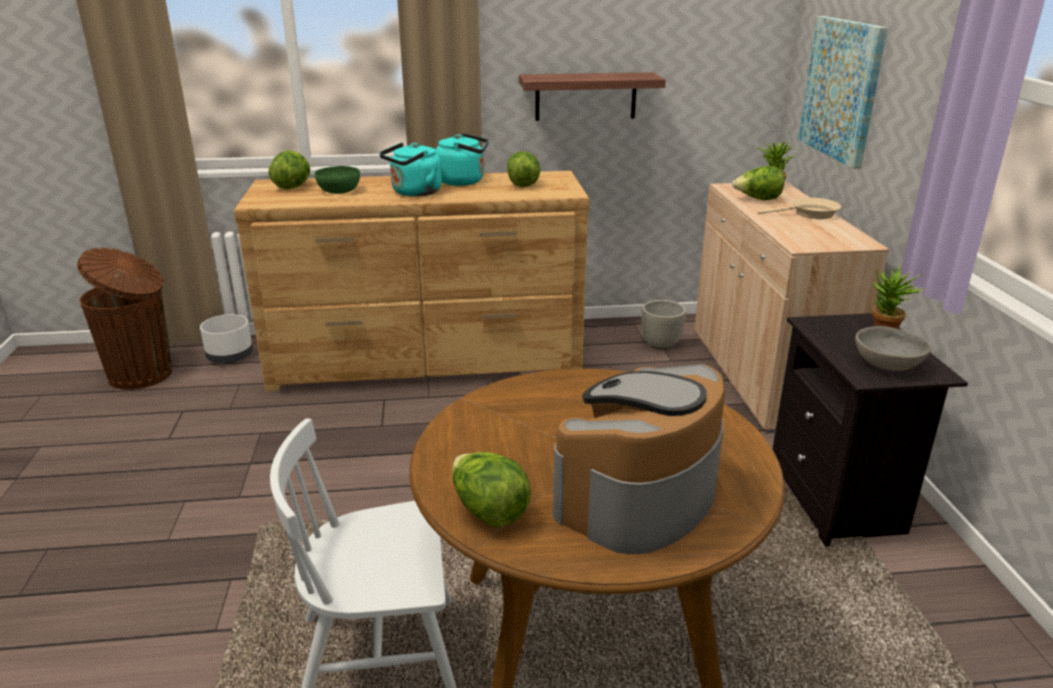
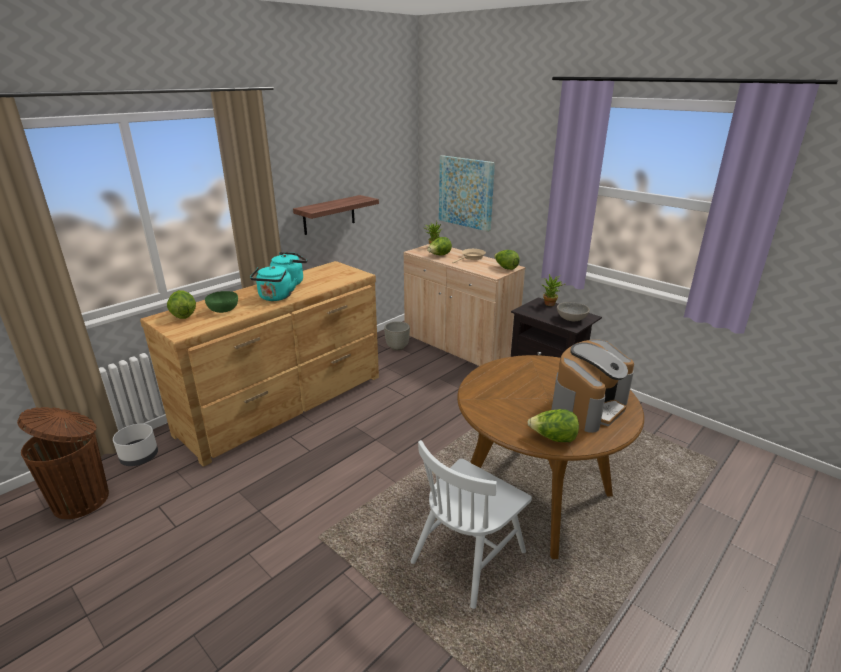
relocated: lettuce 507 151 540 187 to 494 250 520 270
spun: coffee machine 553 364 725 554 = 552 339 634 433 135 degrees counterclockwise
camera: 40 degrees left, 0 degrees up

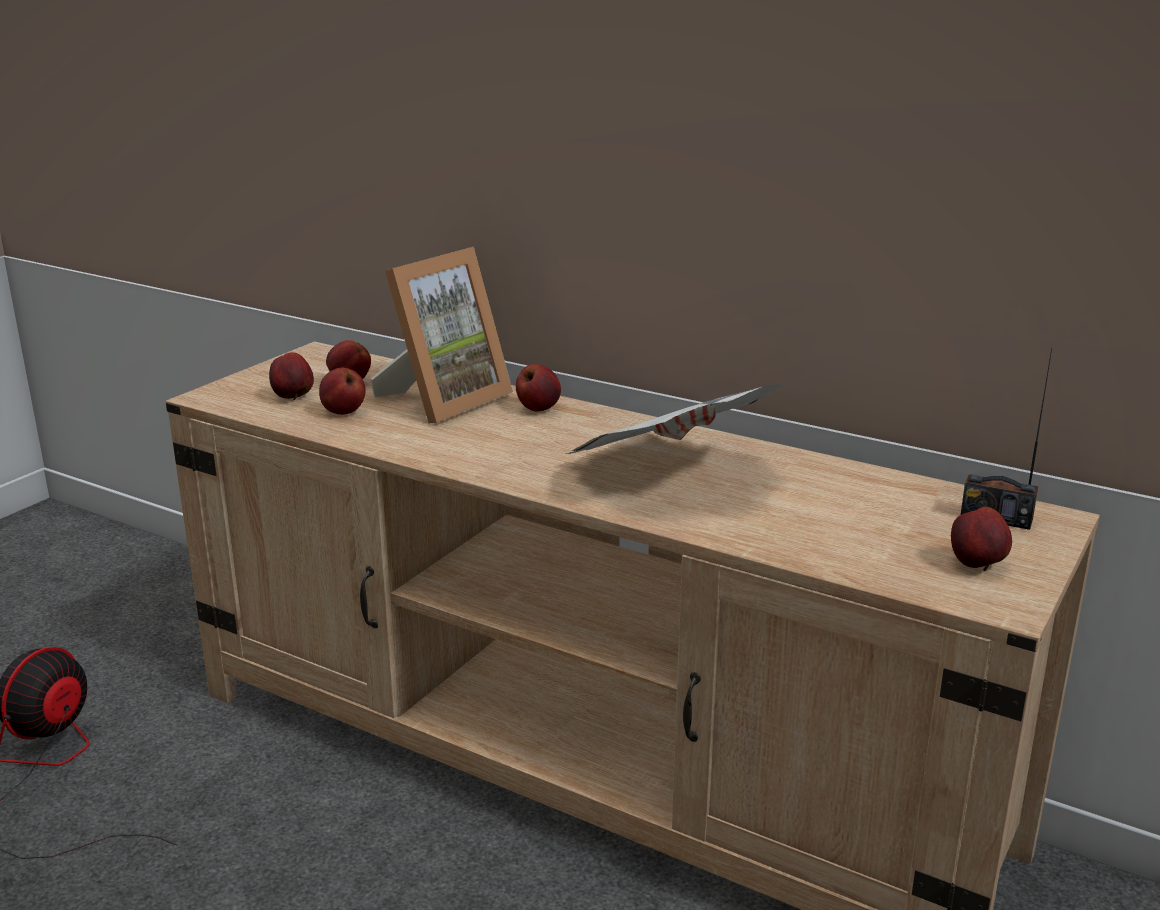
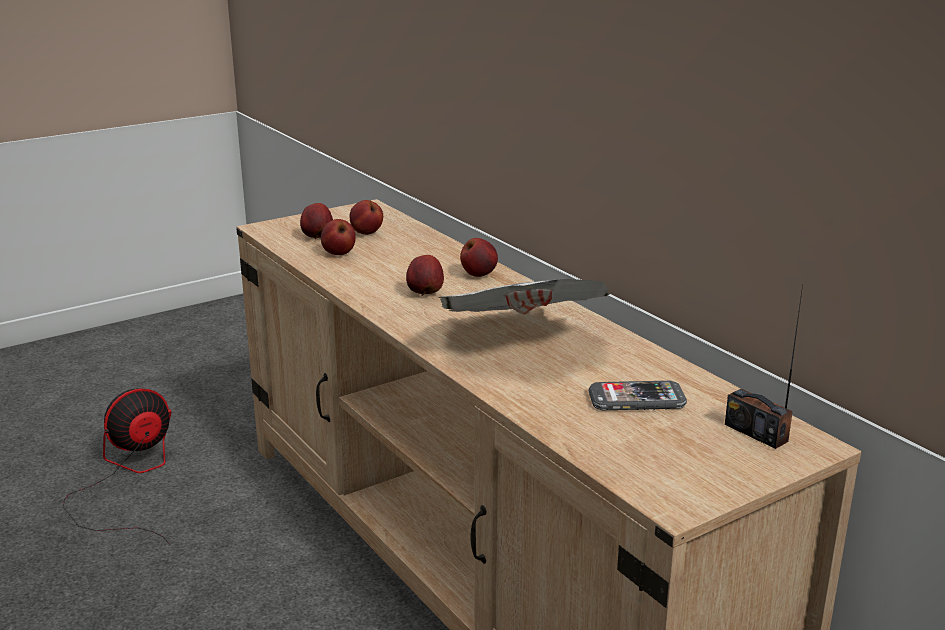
missing: picture frame 370 247 513 423
appeared: phone 588 381 687 411
relocated: apple 951 507 1012 571 to 406 255 444 296
camera: 25 degrees right, 0 degrees up

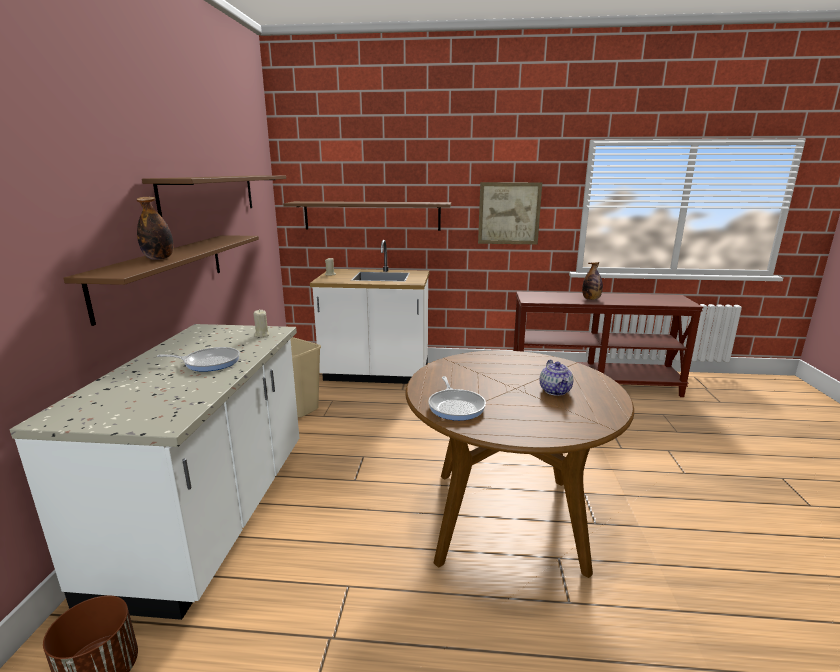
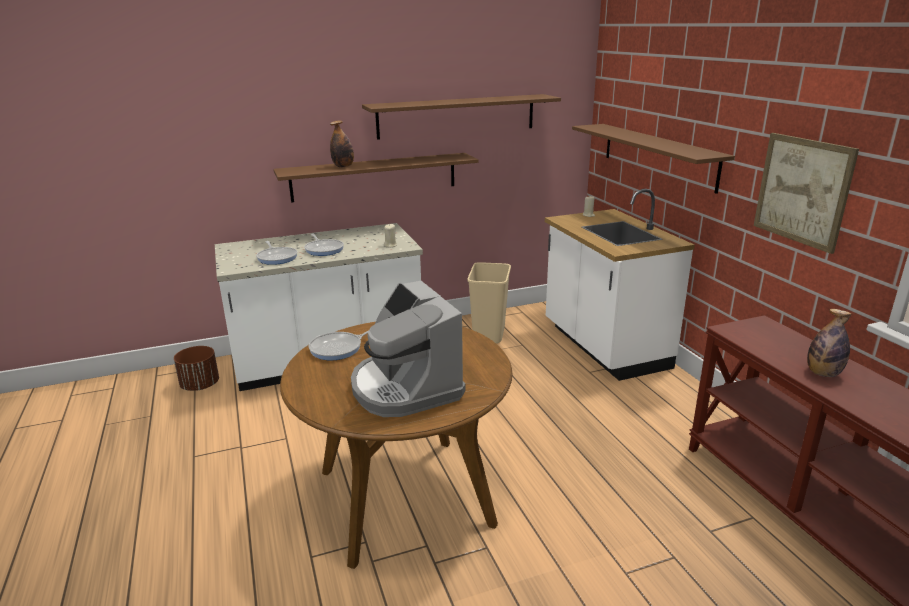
appeared: frying pan 256 241 297 265
exchanged: teapot 540 360 573 396 to coffee machine 351 281 466 417
camera: 65 degrees right, 5 degrees up

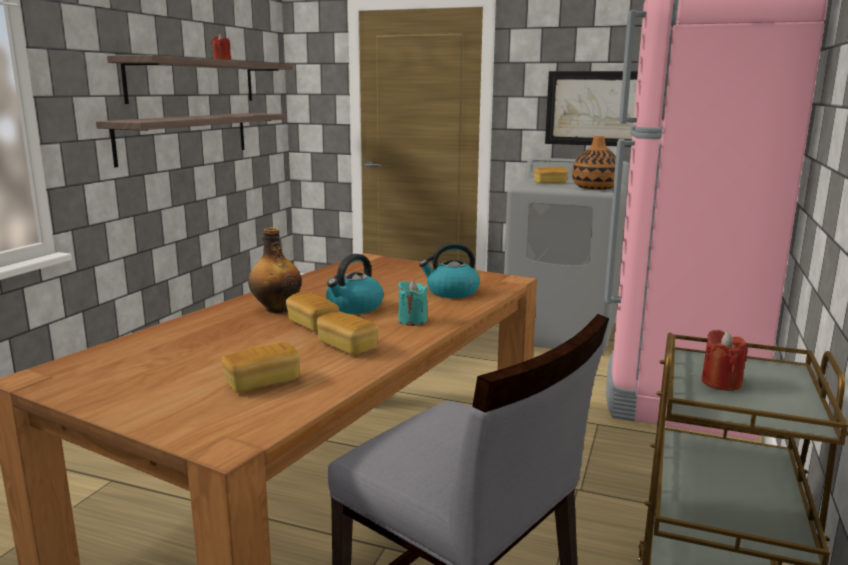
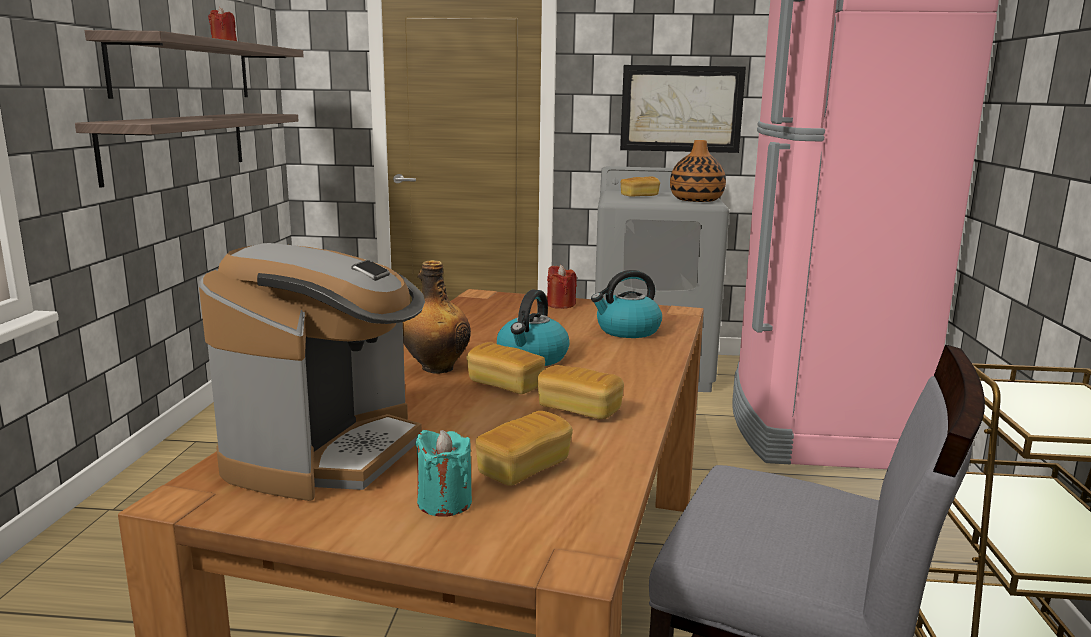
appeared: coffee machine 199 243 425 501
relocated: turquoise candle 398 280 427 326 to 415 430 472 517; red candle 702 330 748 391 to 547 265 577 309
camera: 15 degrees left, 0 degrees up

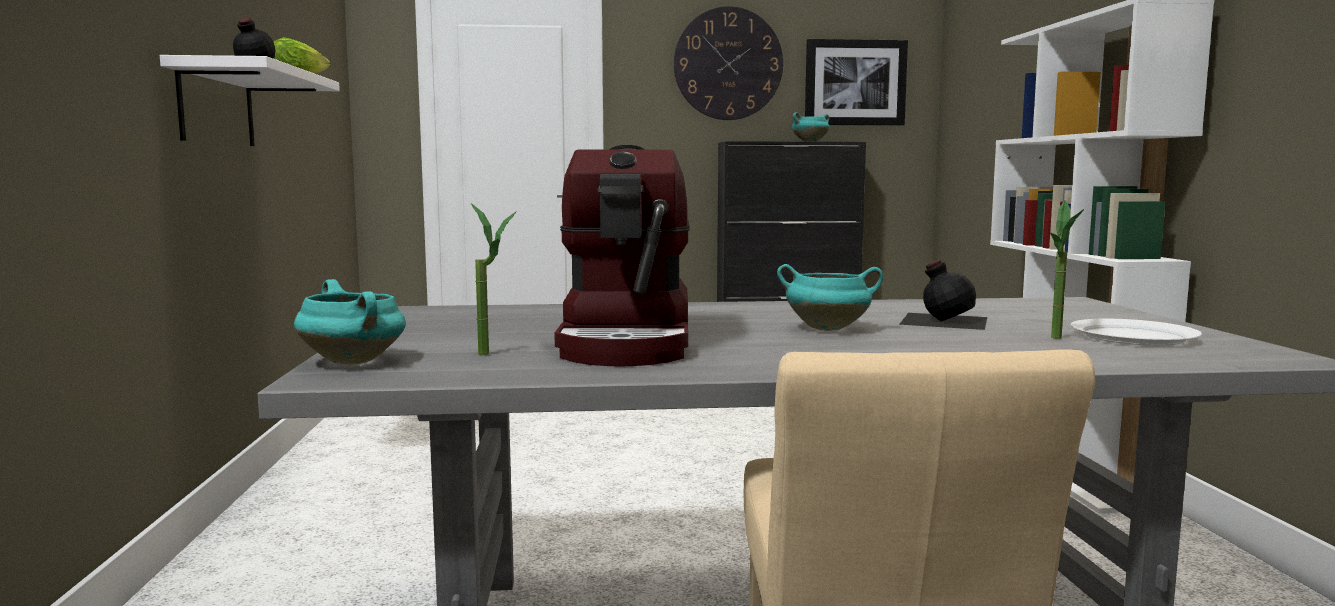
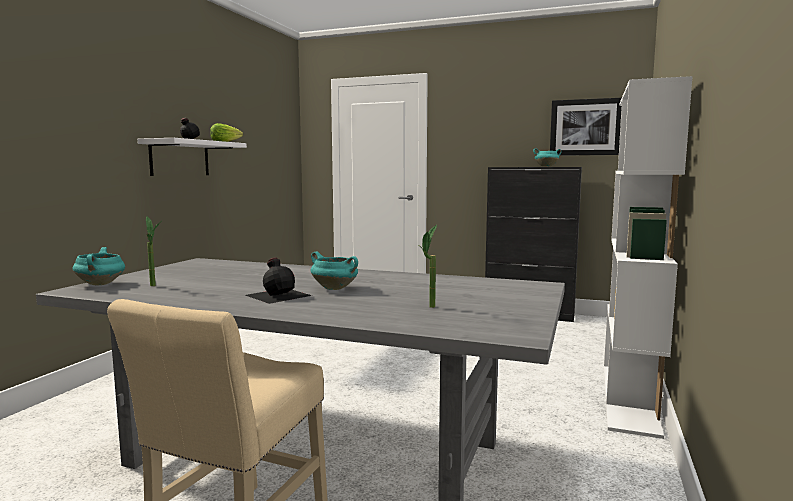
missing: wall clock 674 6 783 120; coffee machine 554 145 690 367; white plate 1070 319 1202 346
relocated: black bottle 899 259 988 330 to 245 257 312 304
camera: 25 degrees right, 0 degrees up

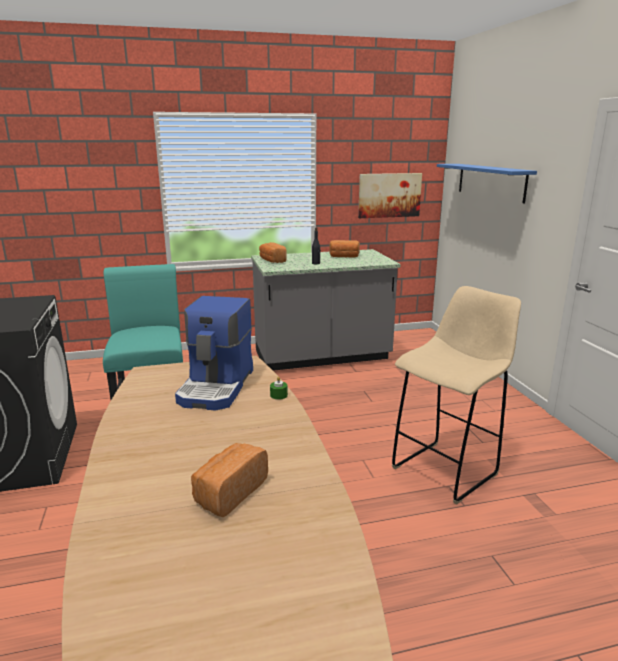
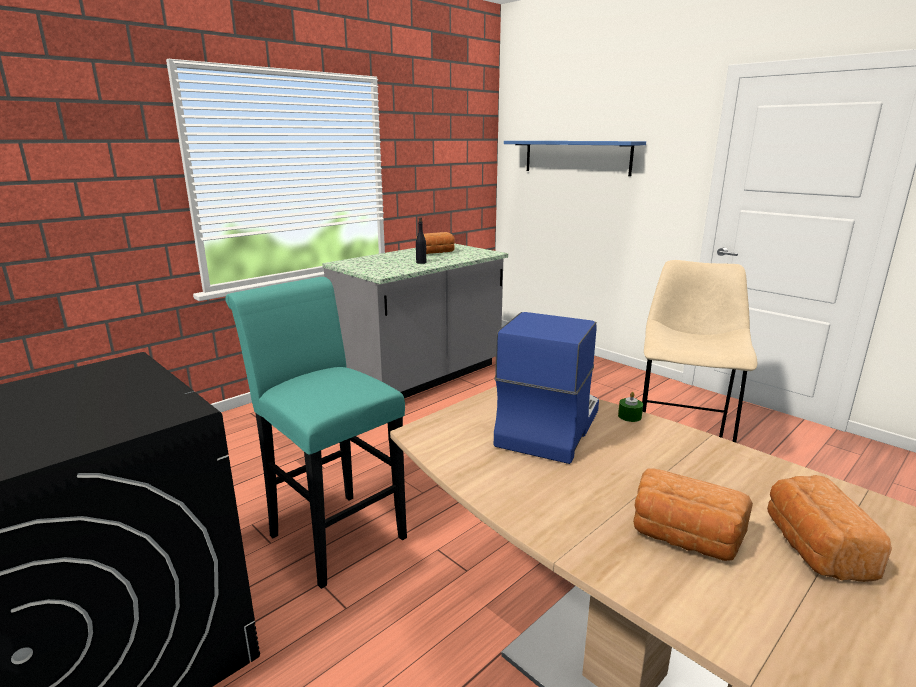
missing: picture 358 173 422 218
relocated: bread 259 242 287 263 to 633 468 753 561
spun: coffee machine 175 296 253 411 = 494 312 599 464 135 degrees counterclockwise
camera: 30 degrees left, 0 degrees up

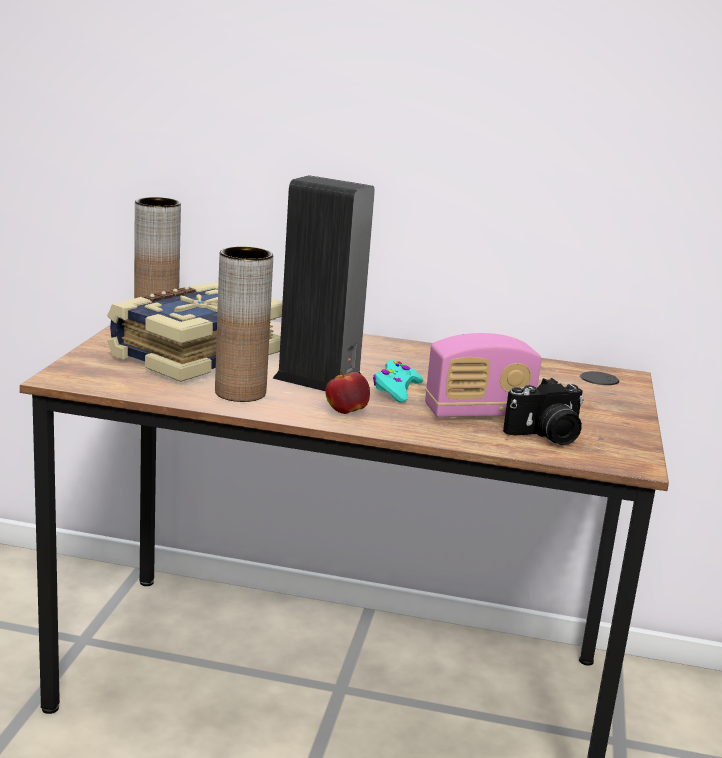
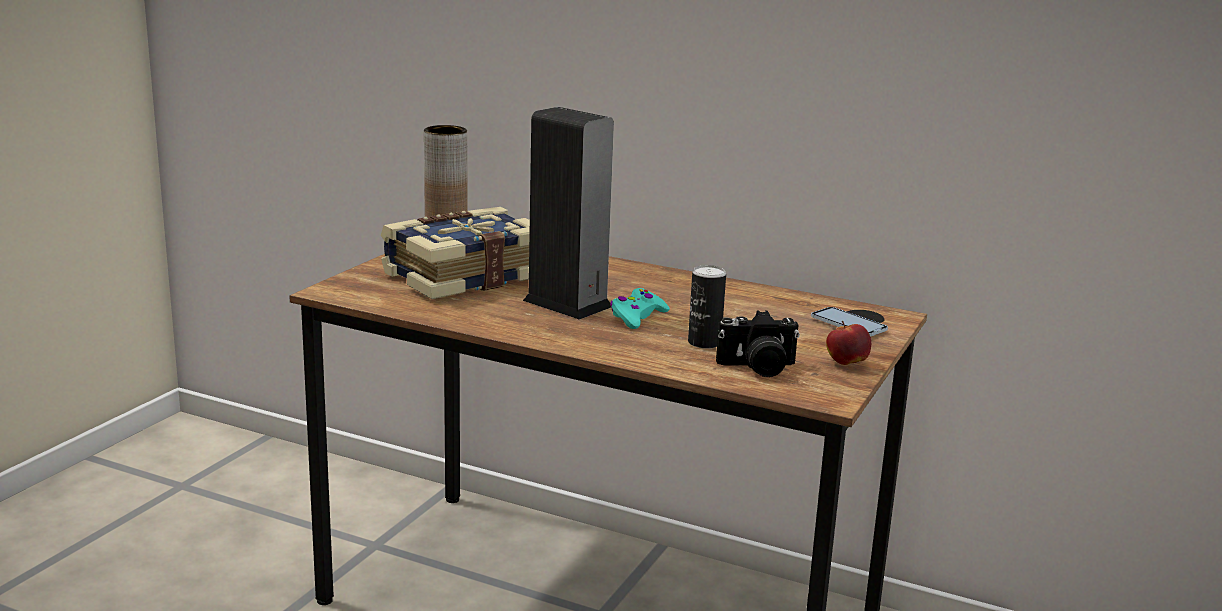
missing: brown vase 215 247 273 402
appeared: phone 811 307 888 337
relocated: apple 325 370 370 414 to 826 321 871 365
exchanged: radio 425 333 542 418 to can 688 265 726 349
camera: 15 degrees right, 0 degrees up

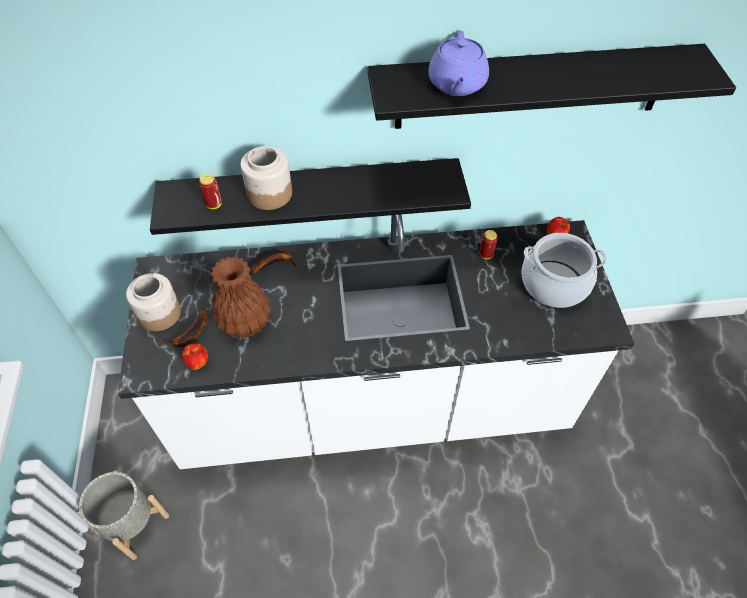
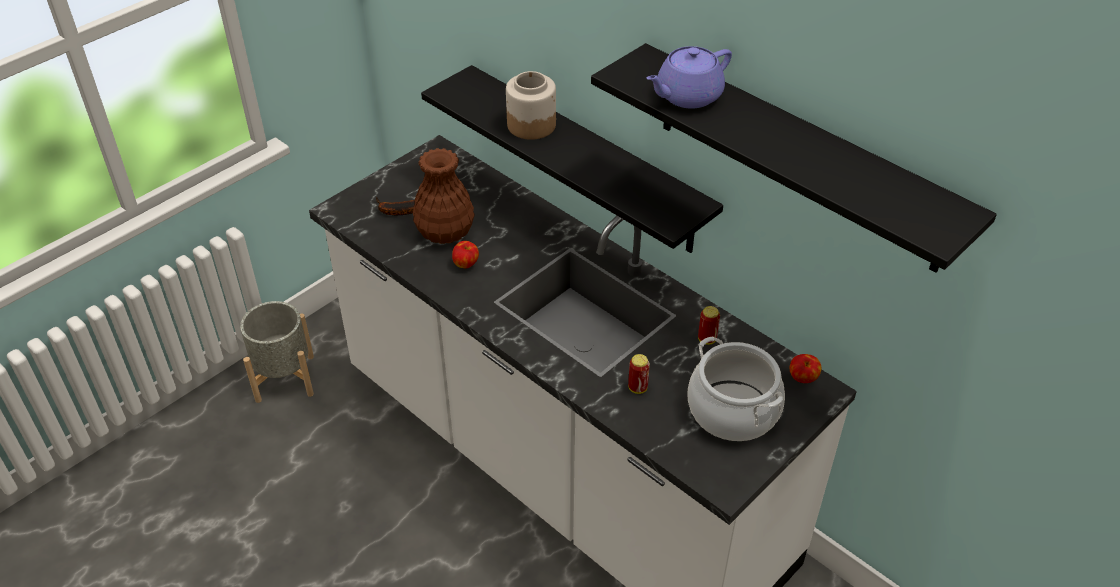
missing: banana 250 251 298 275; jar 126 273 181 331
relocated: can 199 174 222 209 to 628 354 650 394; apple 182 343 208 370 to 452 241 479 268
camera: 50 degrees right, 10 degrees down

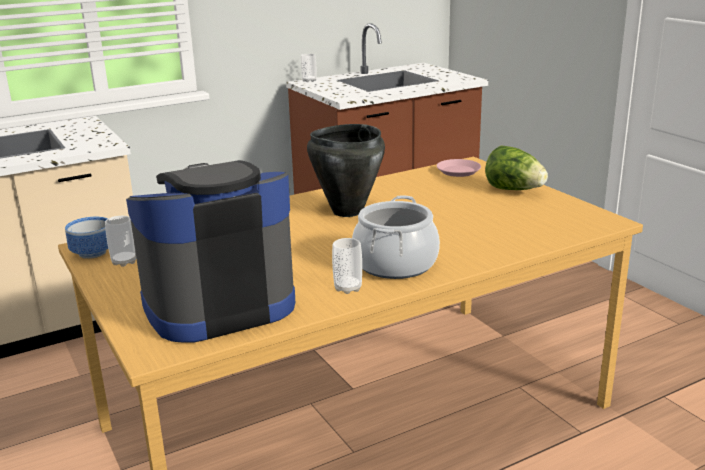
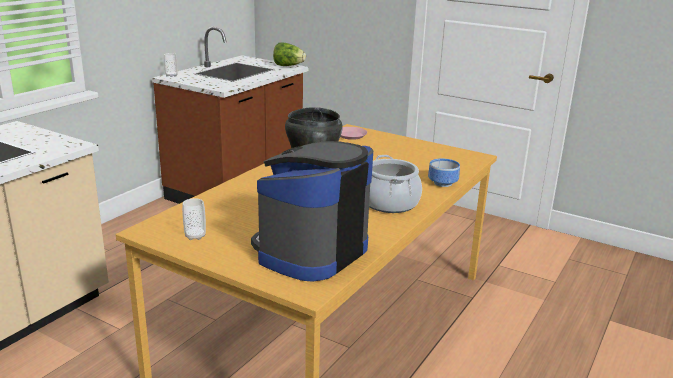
missing: cup 332 238 362 294
relocated: lettuce 485 146 548 190 to 273 43 306 66; bowl 65 217 108 259 to 428 159 460 187
camera: 30 degrees left, 0 degrees up

